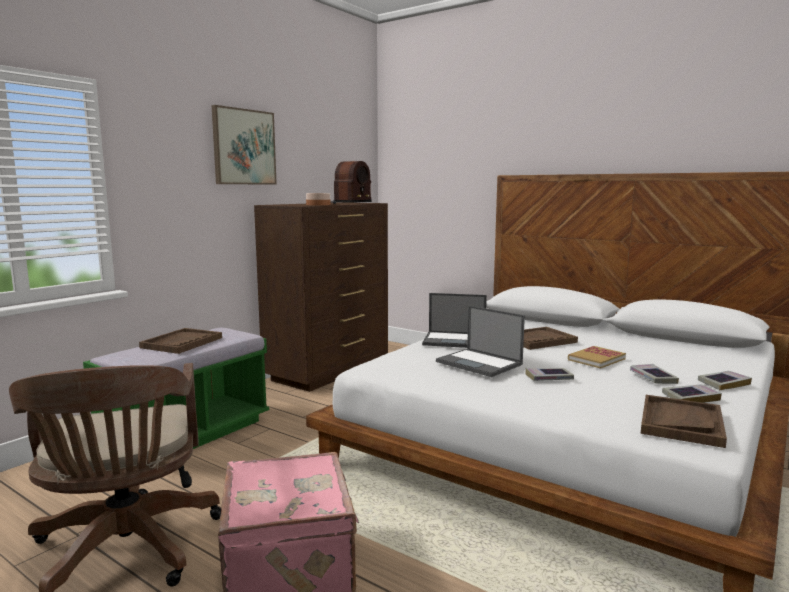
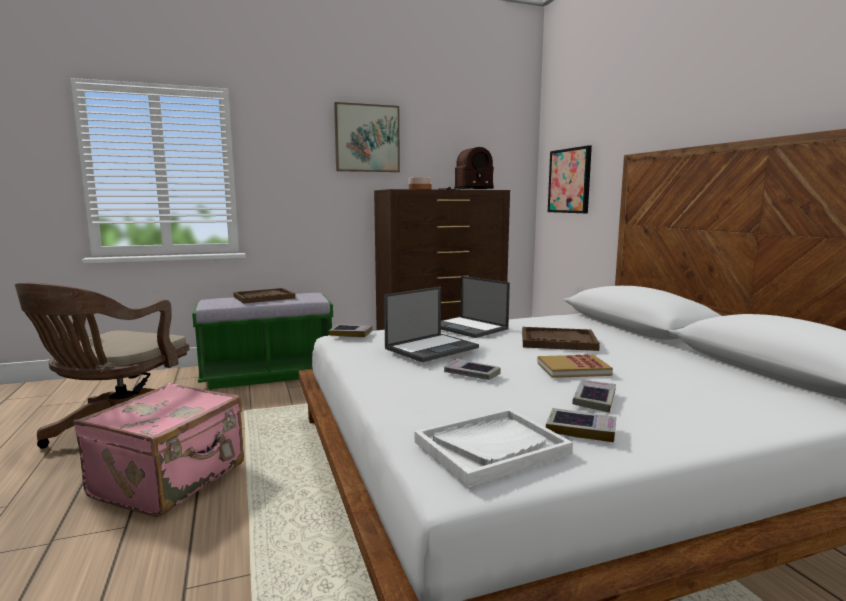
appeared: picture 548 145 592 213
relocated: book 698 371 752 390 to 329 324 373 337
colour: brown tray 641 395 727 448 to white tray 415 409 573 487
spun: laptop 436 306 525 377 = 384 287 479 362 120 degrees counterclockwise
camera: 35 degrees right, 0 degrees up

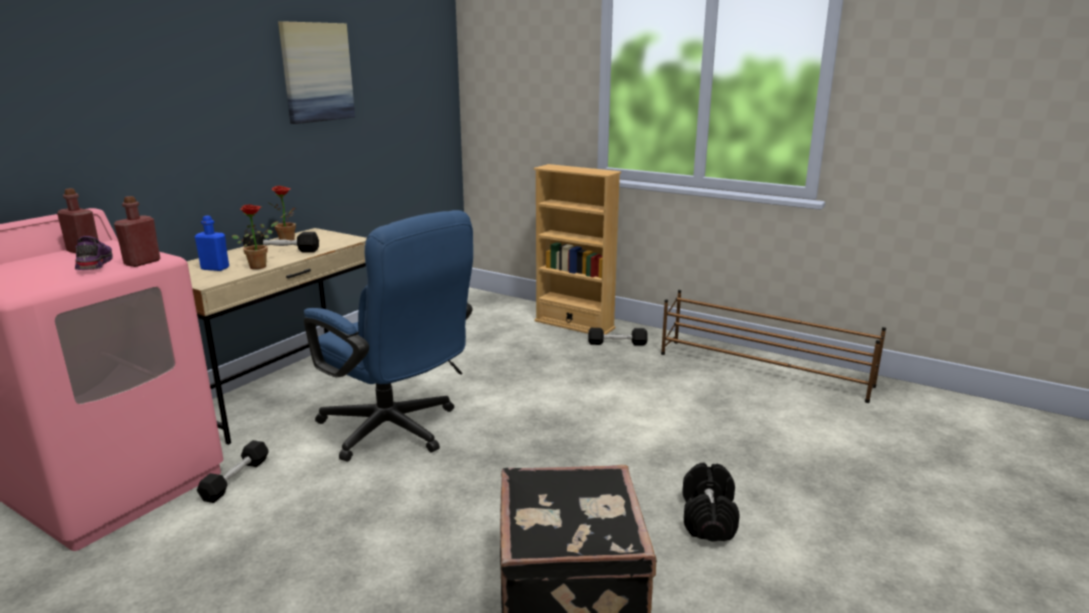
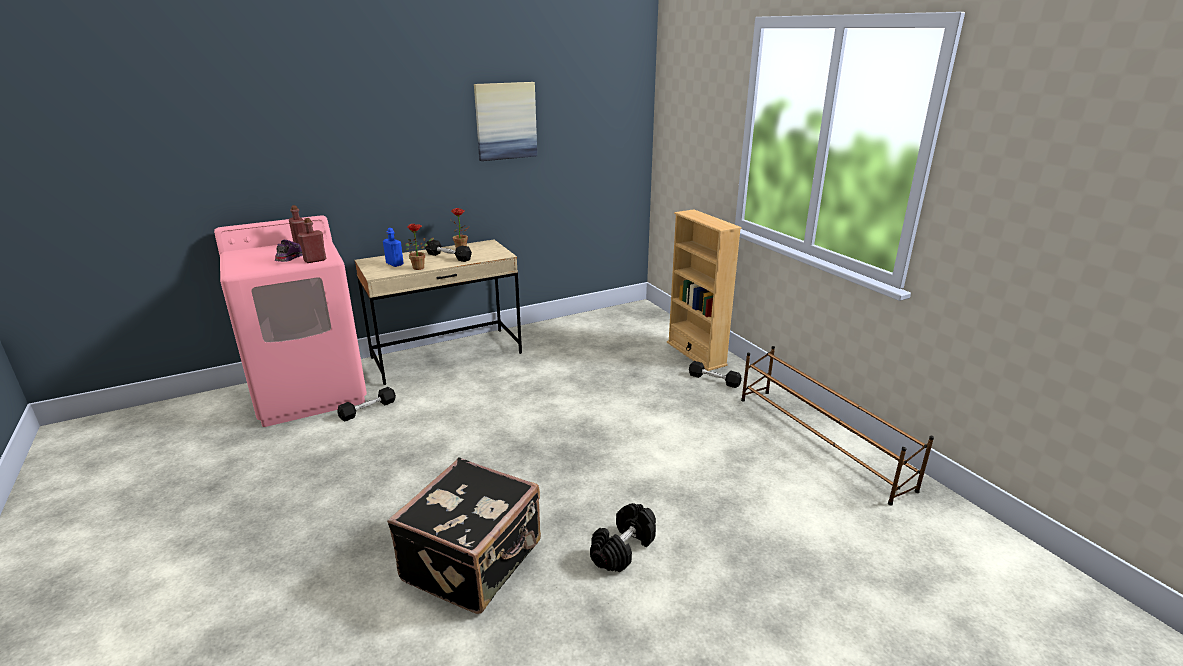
missing: blue office chair 304 210 473 462
camera: 30 degrees right, 5 degrees up

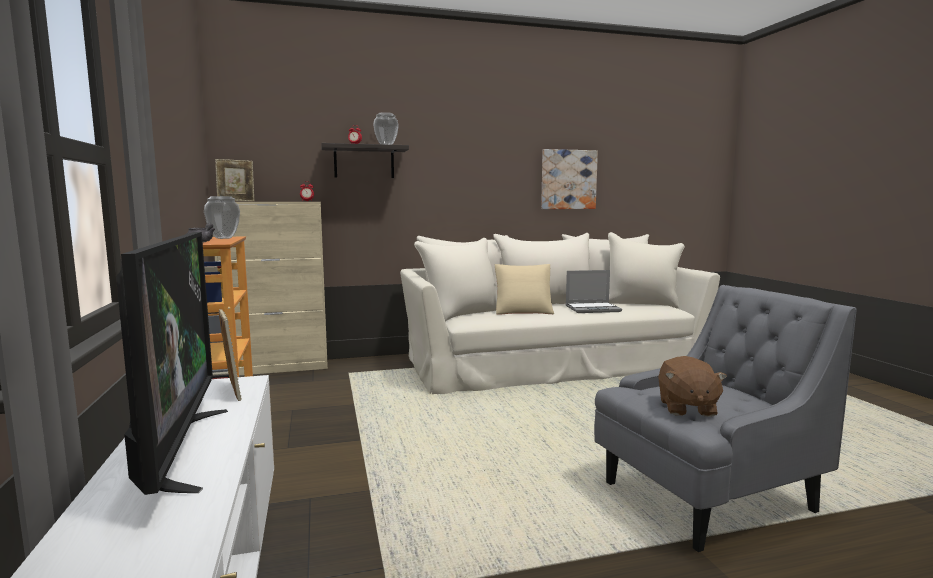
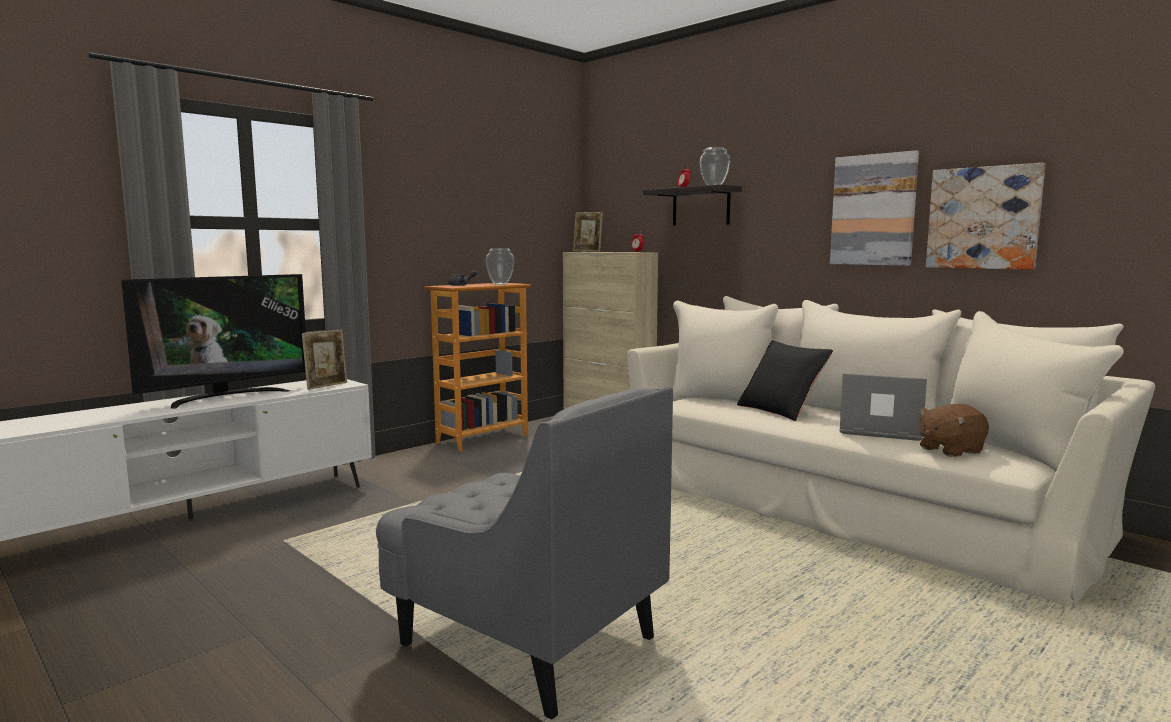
appeared: picture 830 150 919 266
relocated: brown plush toy 658 356 727 417 to 919 404 989 457
colour: beige pillow 495 264 554 315 to black pillow 737 341 833 421
spun: laptop 566 270 622 313 = 840 373 927 441 150 degrees clockwise
camera: 60 degrees right, 0 degrees up

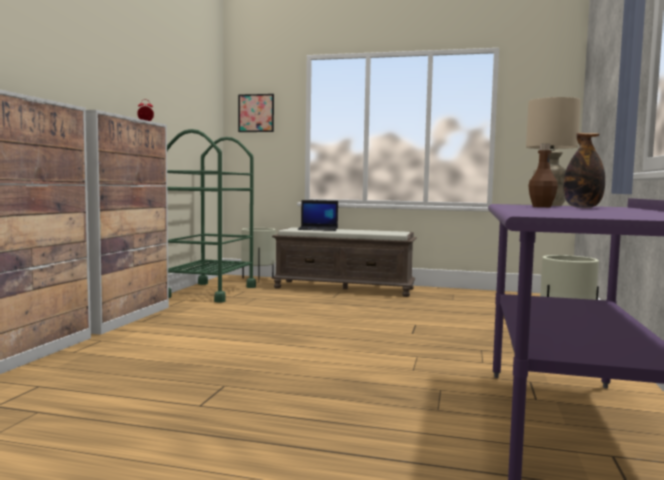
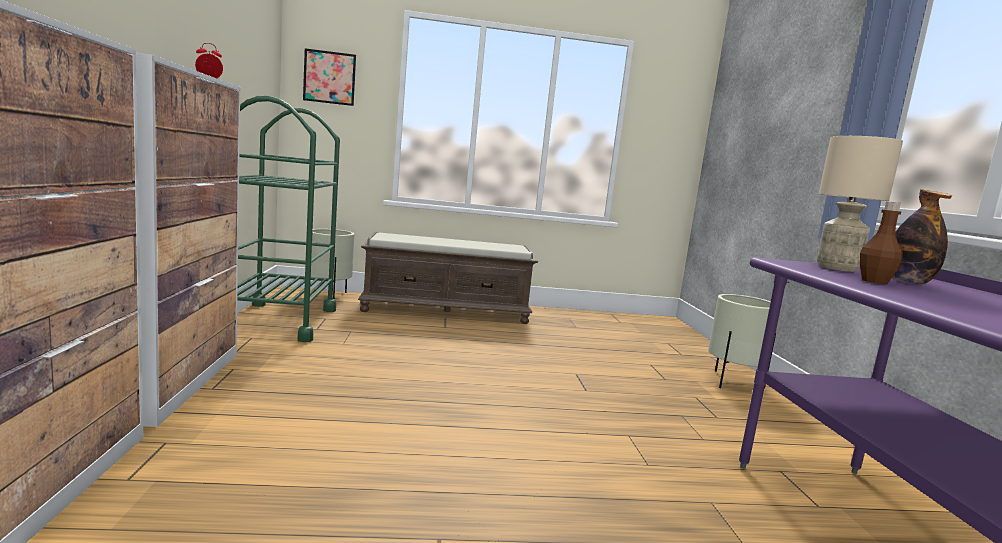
missing: laptop 298 200 338 231
camera: 20 degrees left, 5 degrees up

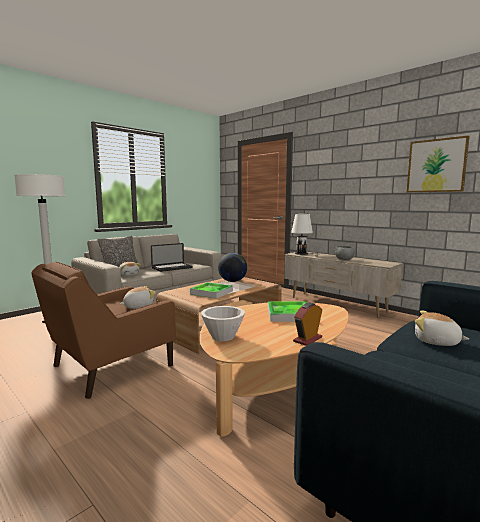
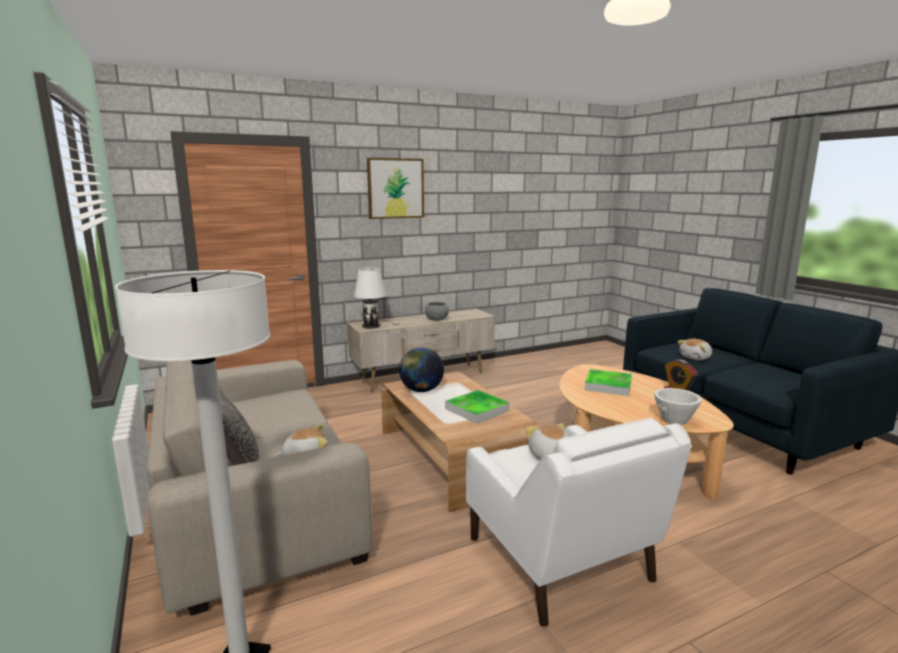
missing: laptop 151 243 193 272
relocated: picture 407 135 470 192 to 367 158 424 219
colour: brown armchair 31 261 176 399 to white armchair 466 418 691 627
camera: 70 degrees left, 5 degrees up

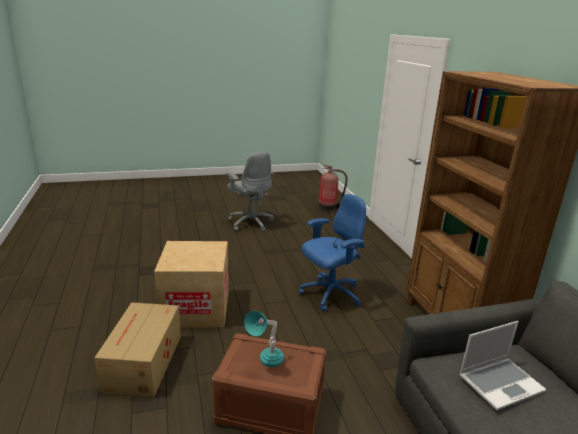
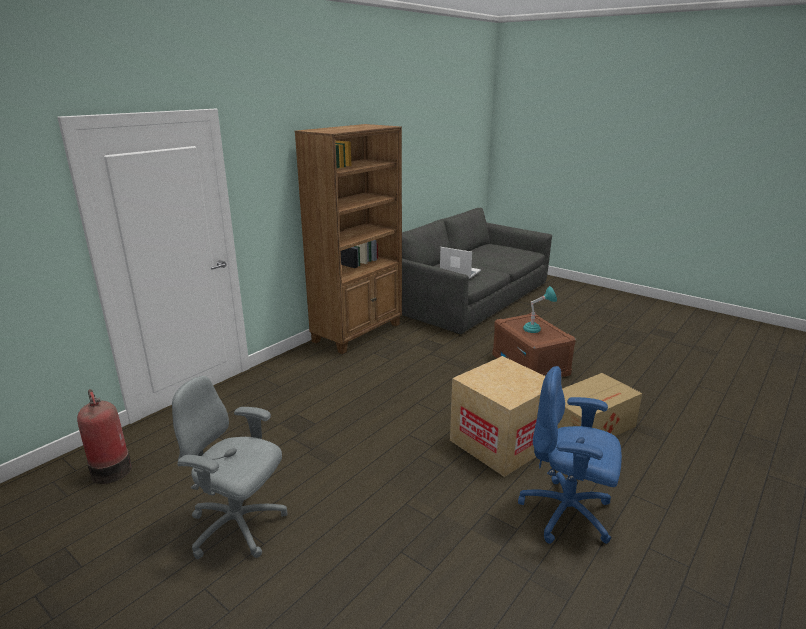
relocated: blue office chair 300 194 366 312 to 518 366 622 544
spun: grey office chair 226 152 274 232 = 172 376 287 559 90 degrees counterclockwise
camera: 125 degrees left, 0 degrees up

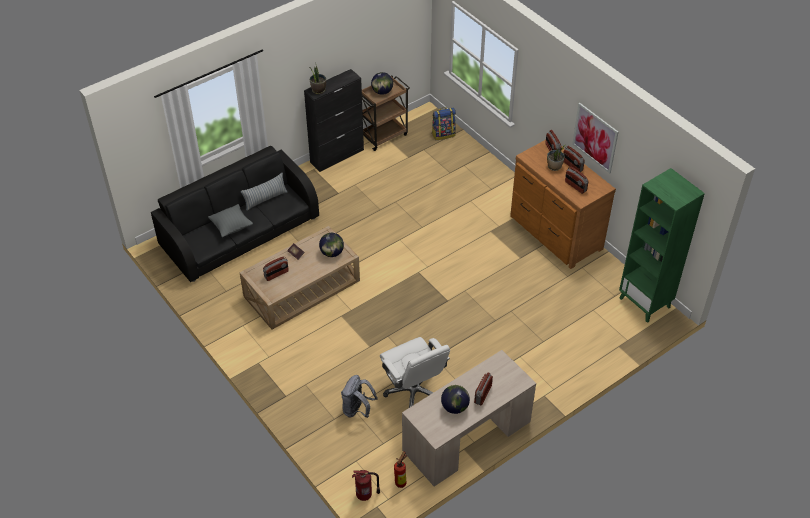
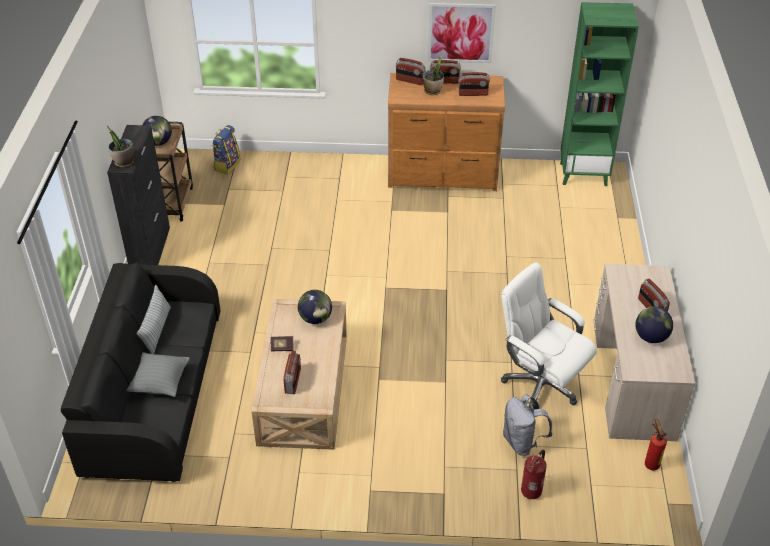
relocated: fire extinguisher 352 470 380 501 to 521 450 547 499
spun: white office chair 380 337 450 408 = 501 262 597 410 150 degrees counterclockwise
camera: 50 degrees left, 5 degrees down

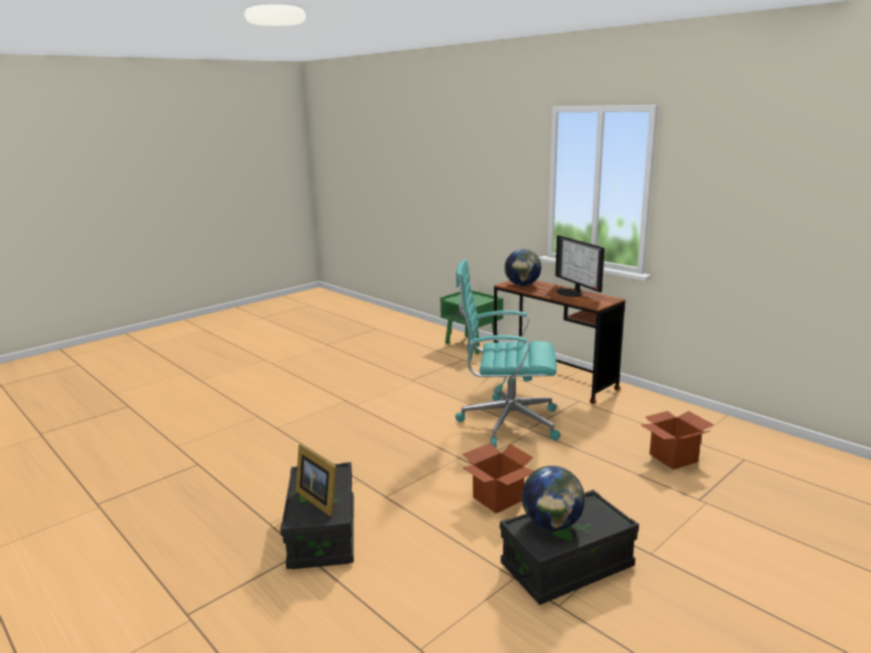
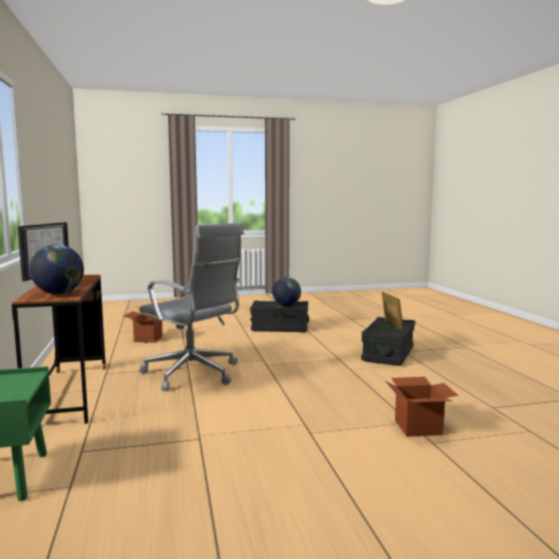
relocated: cardboard box 463 443 534 514 to 385 377 458 437
colour: turquoise office chair 455 259 560 447 to grey office chair 139 223 244 391
camera: 150 degrees left, 10 degrees down

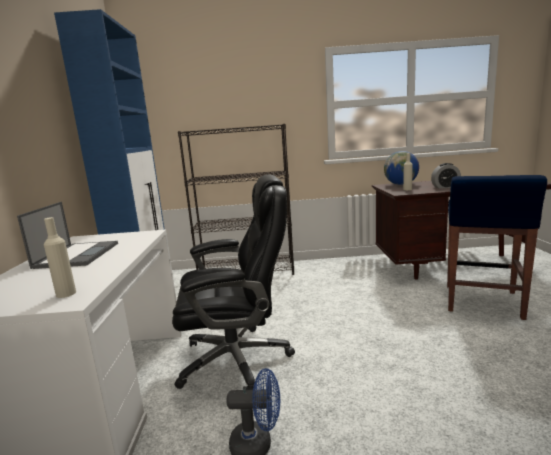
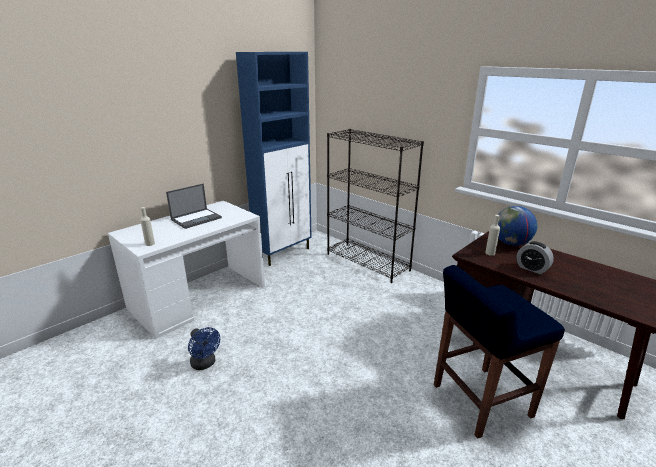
missing: black office chair 172 174 295 390
camera: 45 degrees right, 10 degrees up

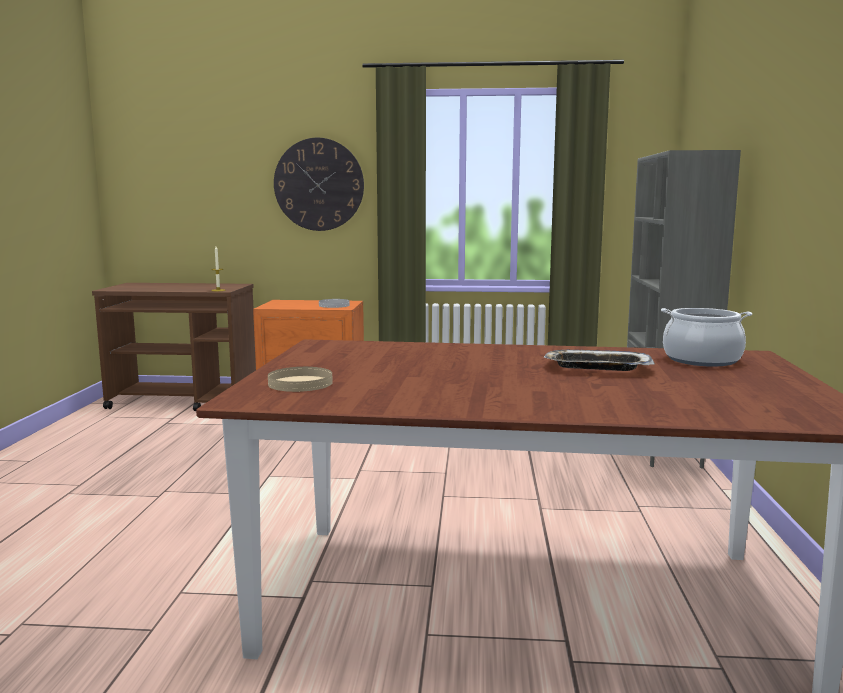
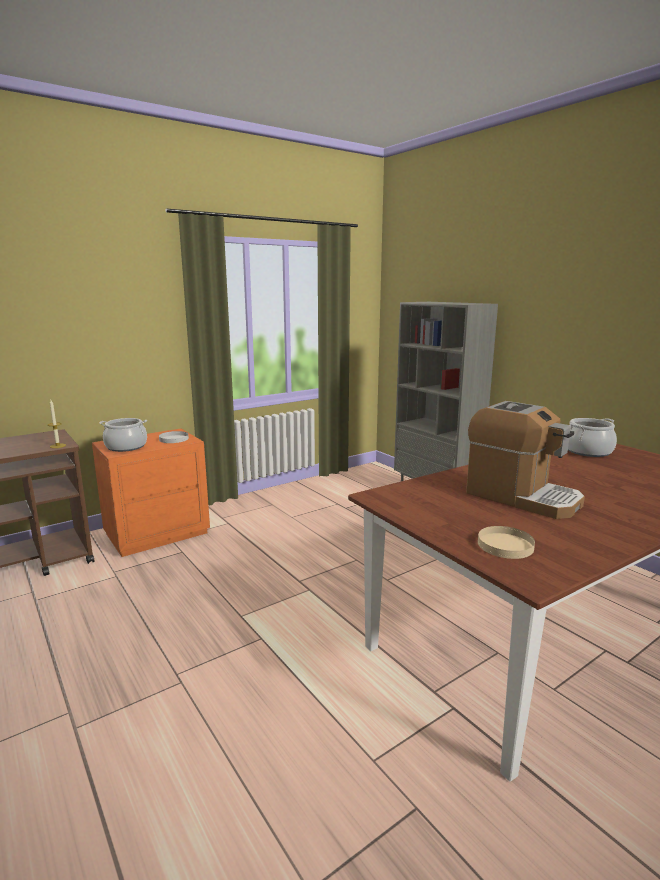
missing: wall clock 274 138 364 231; tray 544 350 655 371
appeared: coffee machine 466 401 585 519; cooking pot 99 418 147 452
camera: 40 degrees left, 5 degrees up

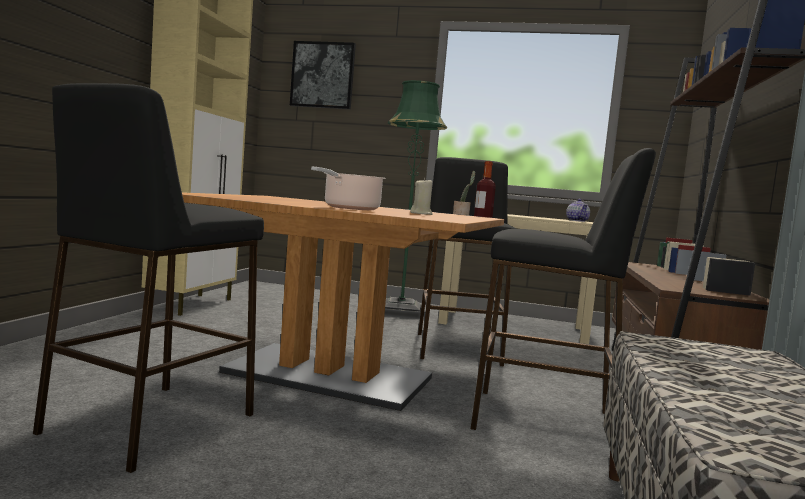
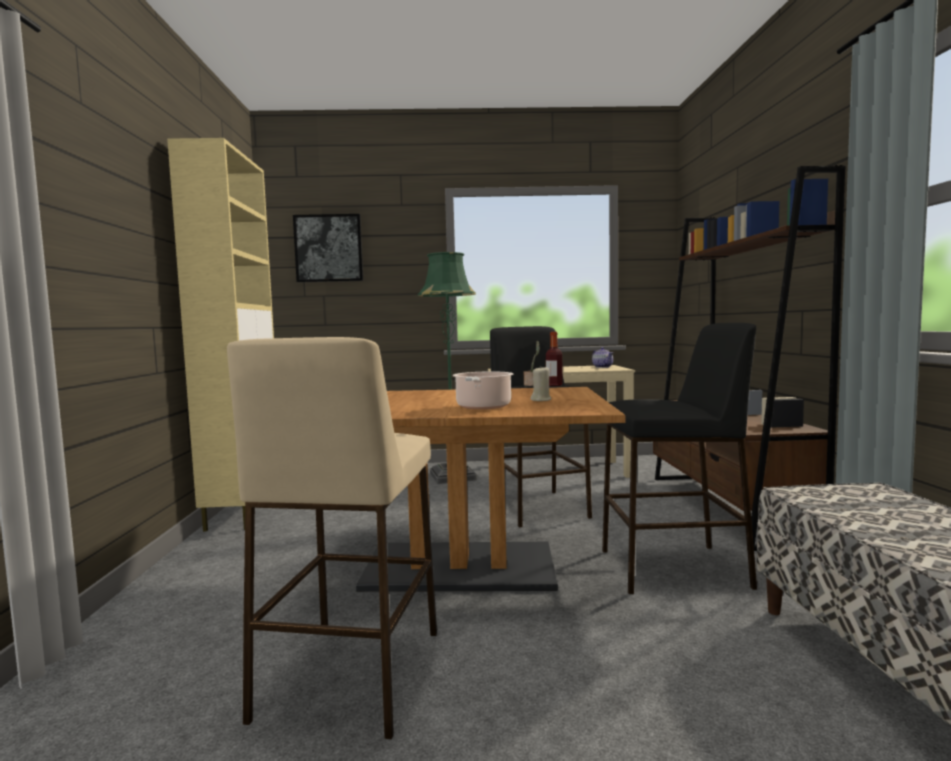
colour: black stool 33 83 264 473 to beige stool 227 337 437 739
camera: 15 degrees left, 0 degrees up

